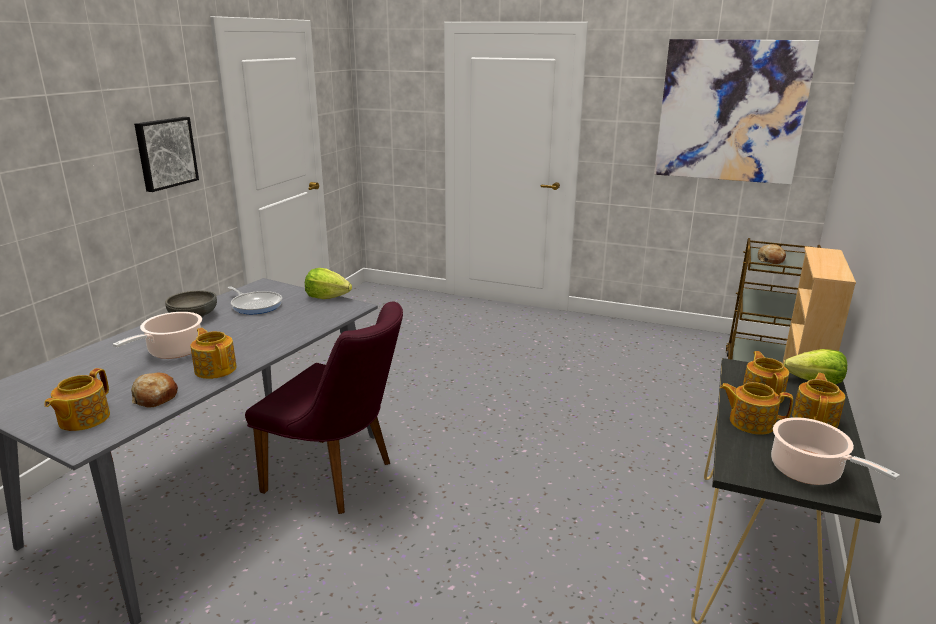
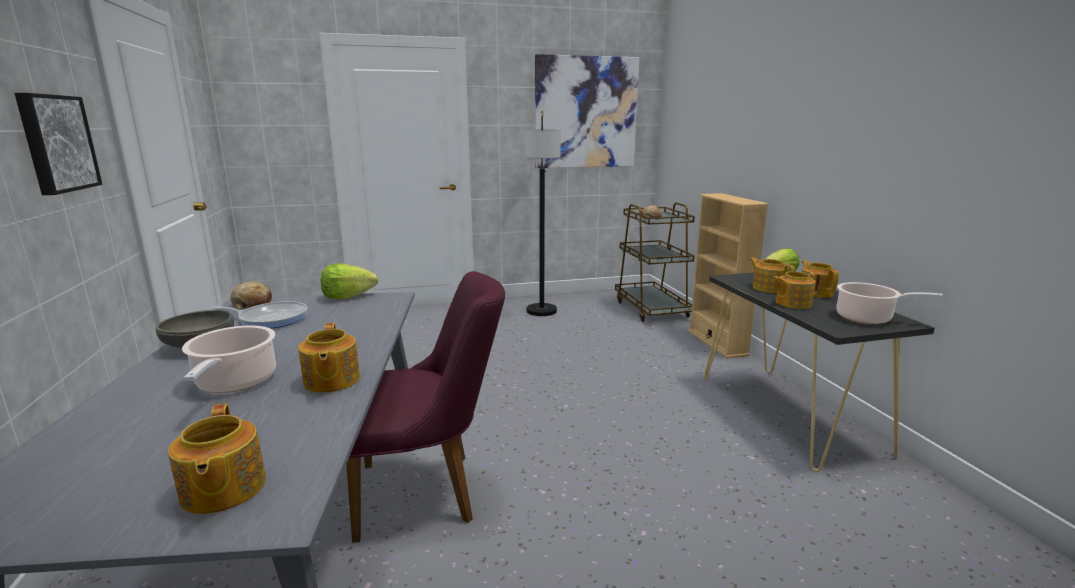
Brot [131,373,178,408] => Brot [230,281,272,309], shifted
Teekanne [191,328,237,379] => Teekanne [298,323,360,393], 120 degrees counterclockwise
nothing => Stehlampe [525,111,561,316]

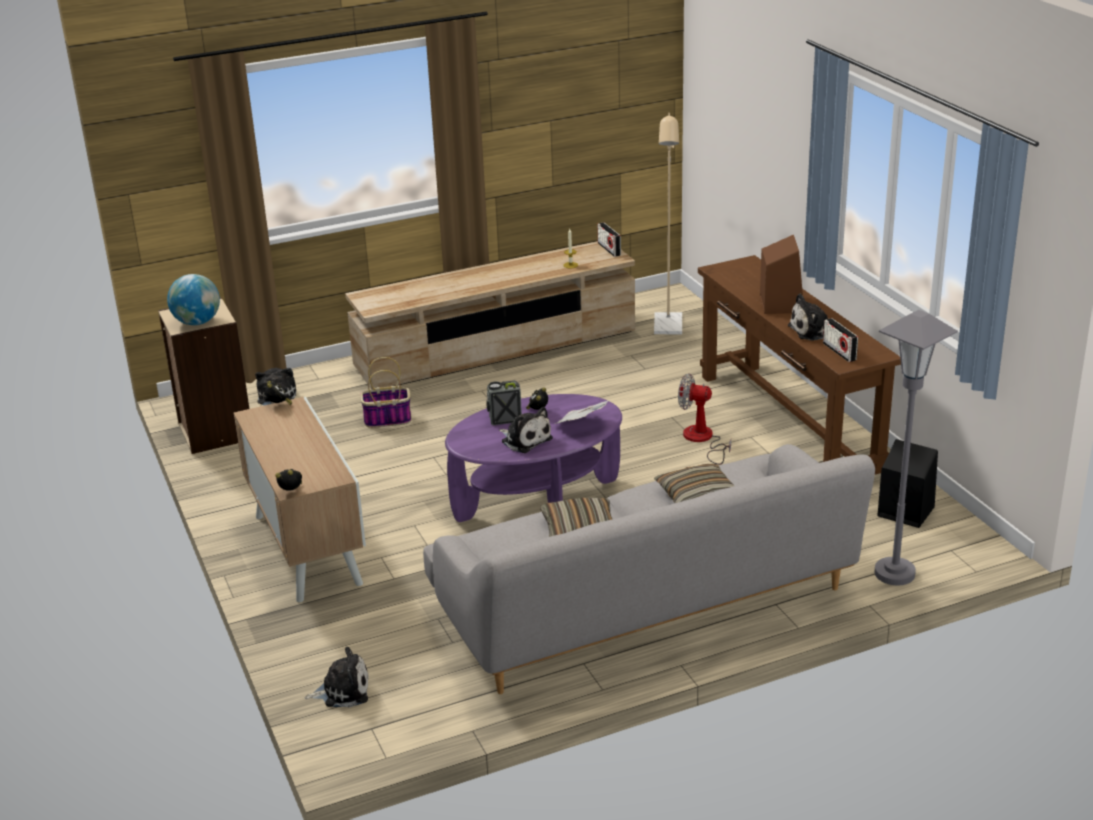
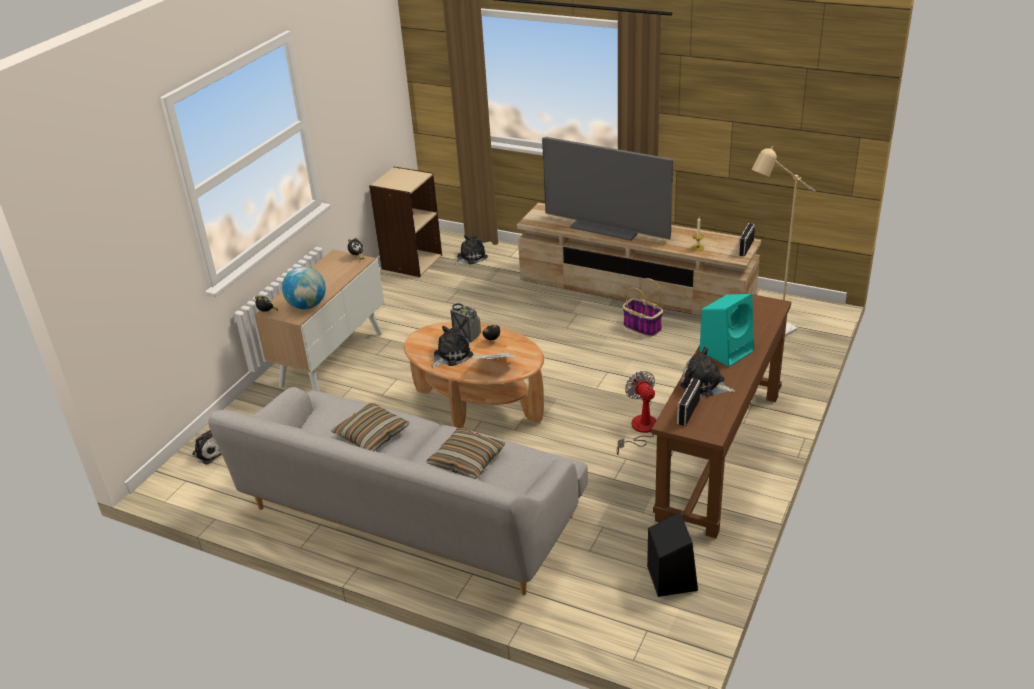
Globus [167,274,220,325] => Globus [282,267,326,309], shifted
Korb [360,357,411,428] => Korb [623,278,663,337], shifted
Couchtisch/lila [445,394,622,522] => Couchtisch/braun [404,322,544,428]
Plüschtier [499,407,553,453] => Plüschtier [431,326,473,368], 135 degrees counterclockwise
Lautsprecher/braun [760,235,803,314] => Lautsprecher/türkis [700,294,754,367]
Stehlampe/grau [875,310,958,585] => nothing
nothing => Fernseher [542,137,674,241]

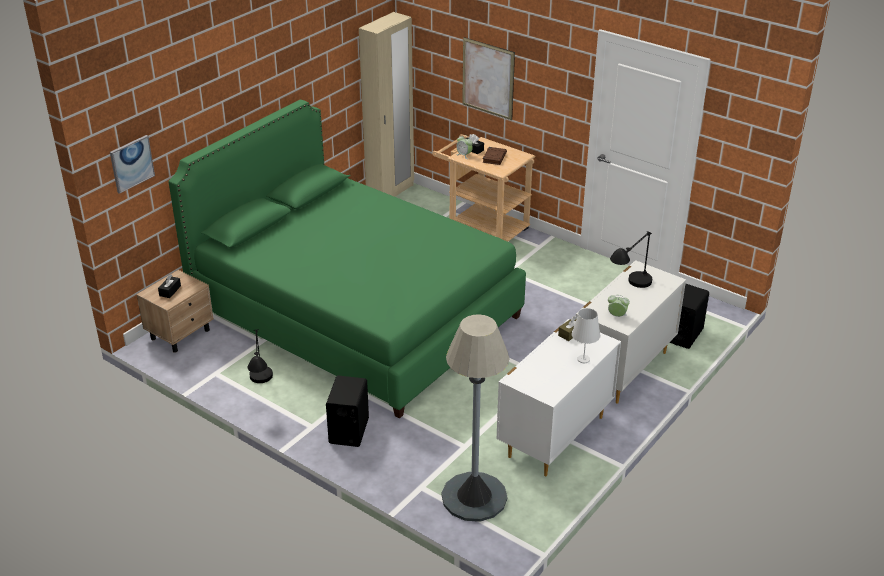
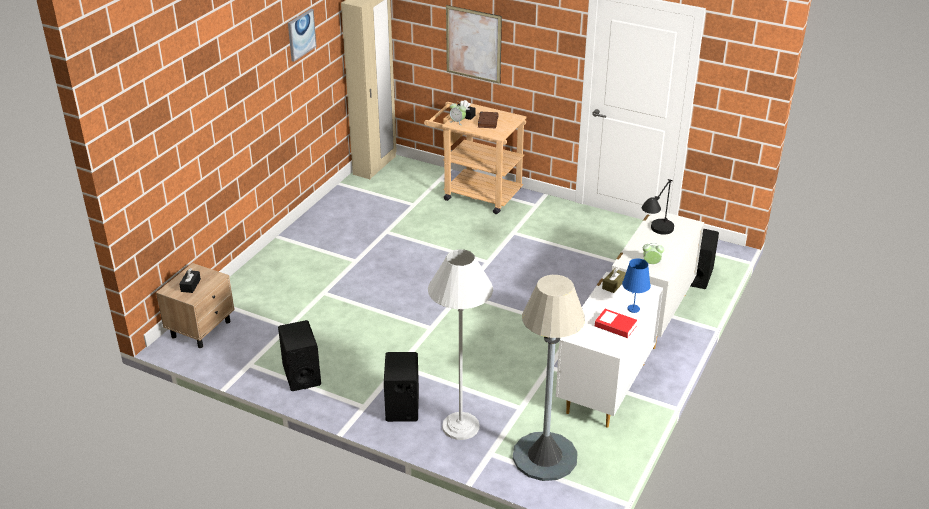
Bild [110,135,155,194] => Bild [288,9,317,62], shifted
Bett/grün [169,100,526,419] => nothing
Tischlampe/schwarz [248,329,273,383] => Lautsprecher/schwarz [278,320,321,391]
Tischlampe/weiß [572,308,600,363] => Tischlampe/blau [622,258,651,313]
nothing => Stehlampe/weiß [428,249,493,440]
nothing => Buch [595,309,637,338]

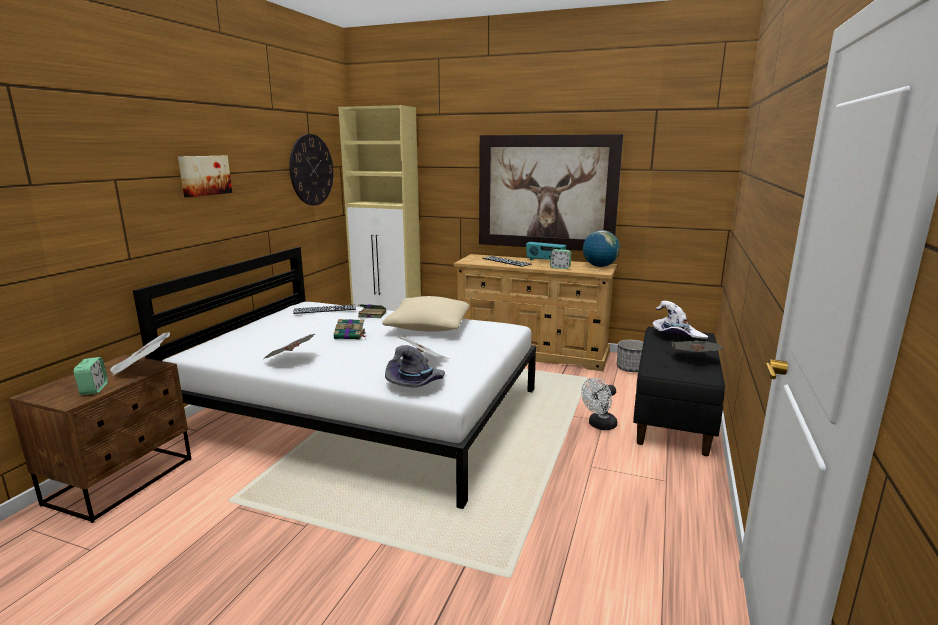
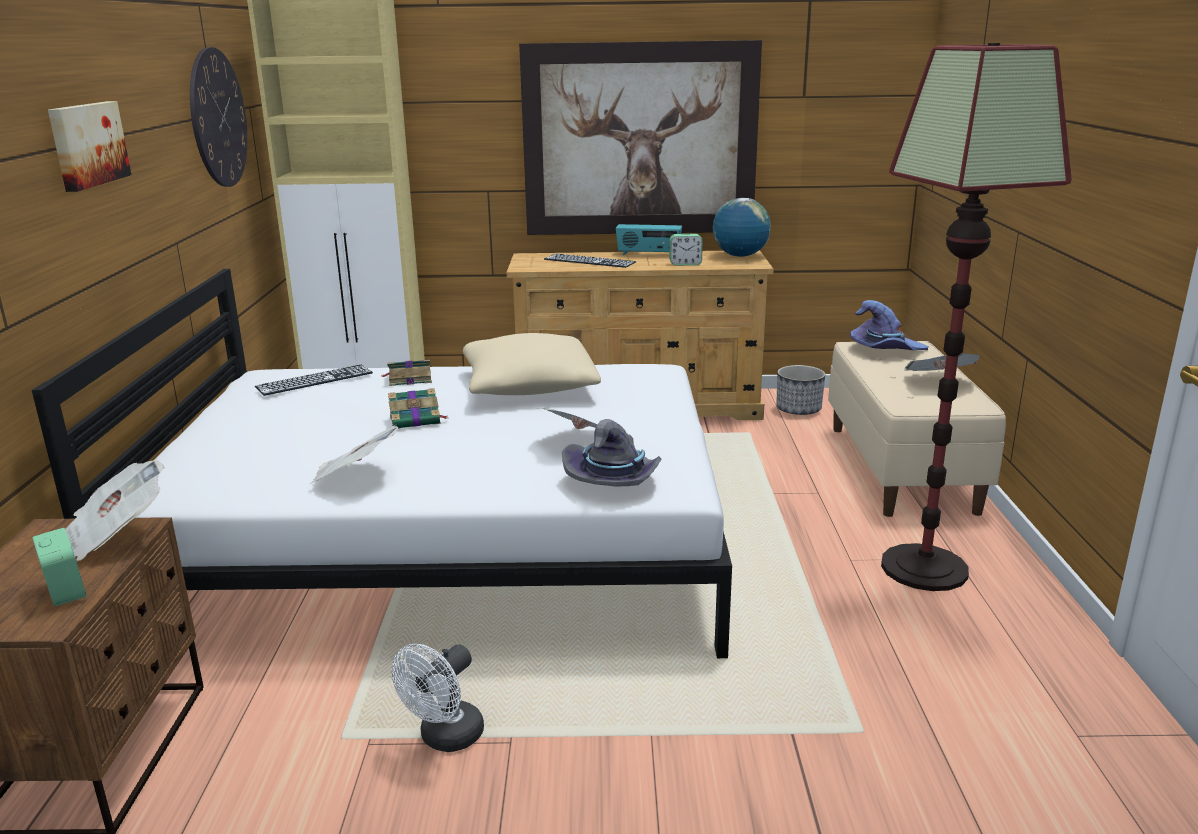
Ventilator/weiß [581,378,617,430] => Ventilator/weiß [391,644,484,752], shifted
Bank/schwarz [633,327,725,456] => Bank/beige [828,341,1006,517]
Hut/weiß [653,301,708,339] => Hut/lila [850,300,928,350]
nothing => Stehlampe [881,43,1072,591]

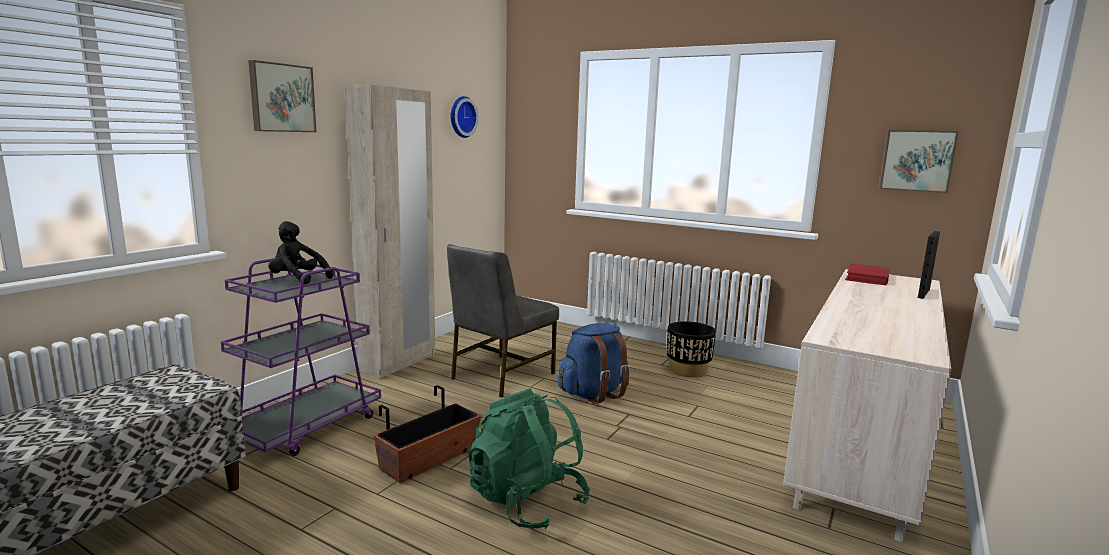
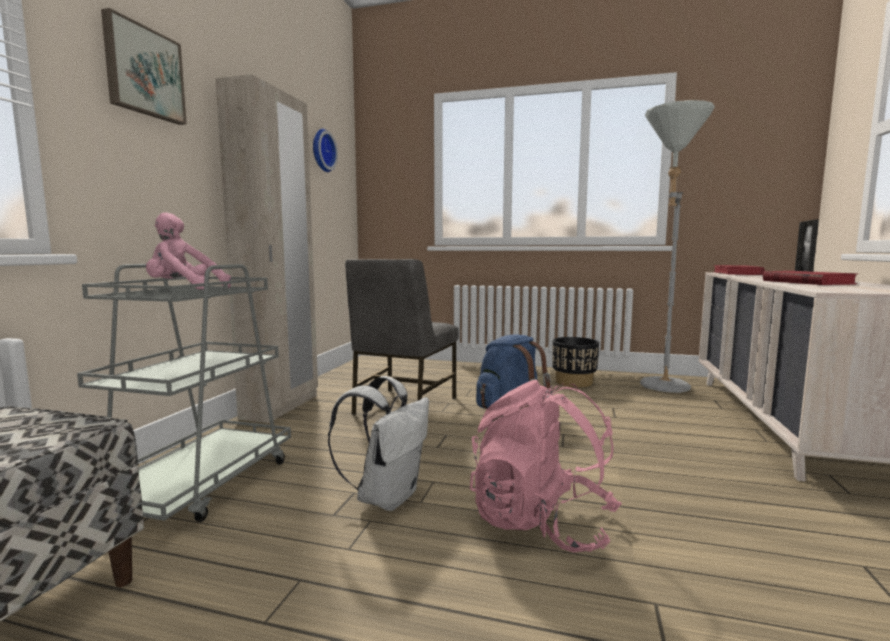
Rollwagen/lila [221,258,381,456] => Rollwagen/grau [77,264,291,522]
Plüschtier/schwarz [268,221,333,285] => Plüschtier/rosa [146,212,231,290]
Pflanzkübel [373,385,481,483] => Rucksack/weiß [328,376,429,511]
Rucksack/grün [468,388,590,529] => Rucksack/rosa [470,380,622,553]
Bild [880,130,958,193] => nothing
nothing => Stehlampe/grau [640,100,715,393]
nothing => Buch/rot [763,271,857,285]

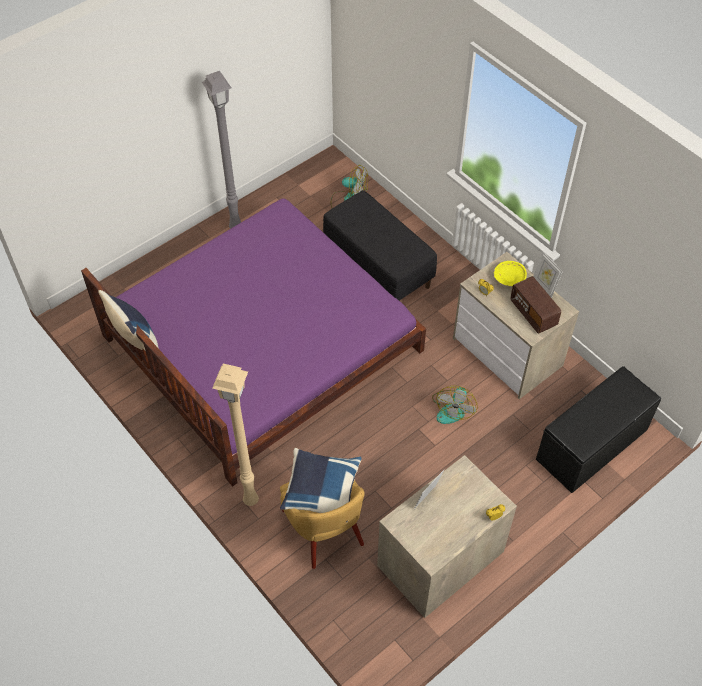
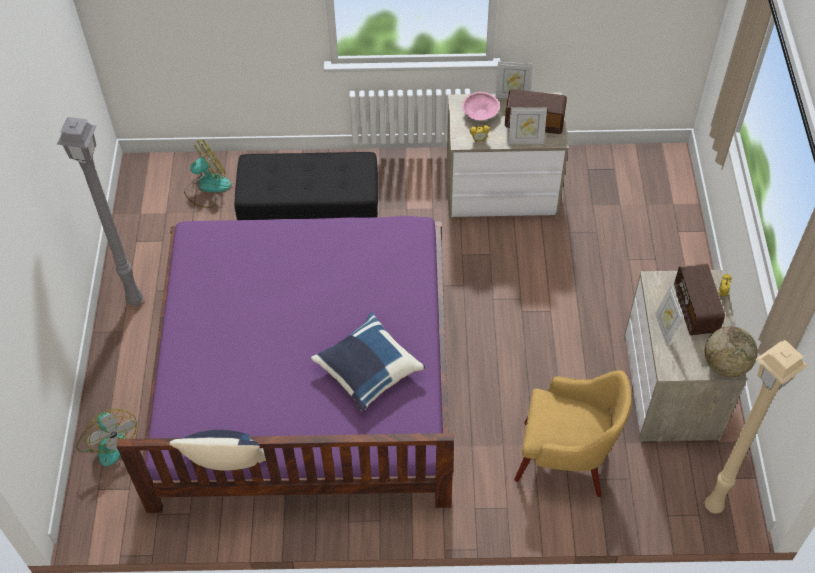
Stehlampe/beige [212,364,259,506] => Stehlampe/beige [705,340,808,513], shifted
Kissen/blau [280,448,362,523] => Kissen/blau [311,313,425,411], shifted
Ventilator [432,386,478,424] => Ventilator [77,409,137,466], shifted
Schüssel/gelb [494,261,527,286] => Schüssel/rosa [462,92,500,120]
Bank/schwarz [536,366,661,493] => nothing
nothing => Bilderrahmen [509,108,547,144]
nothing => Radio [674,264,725,335]
nothing => Globus [705,326,757,377]

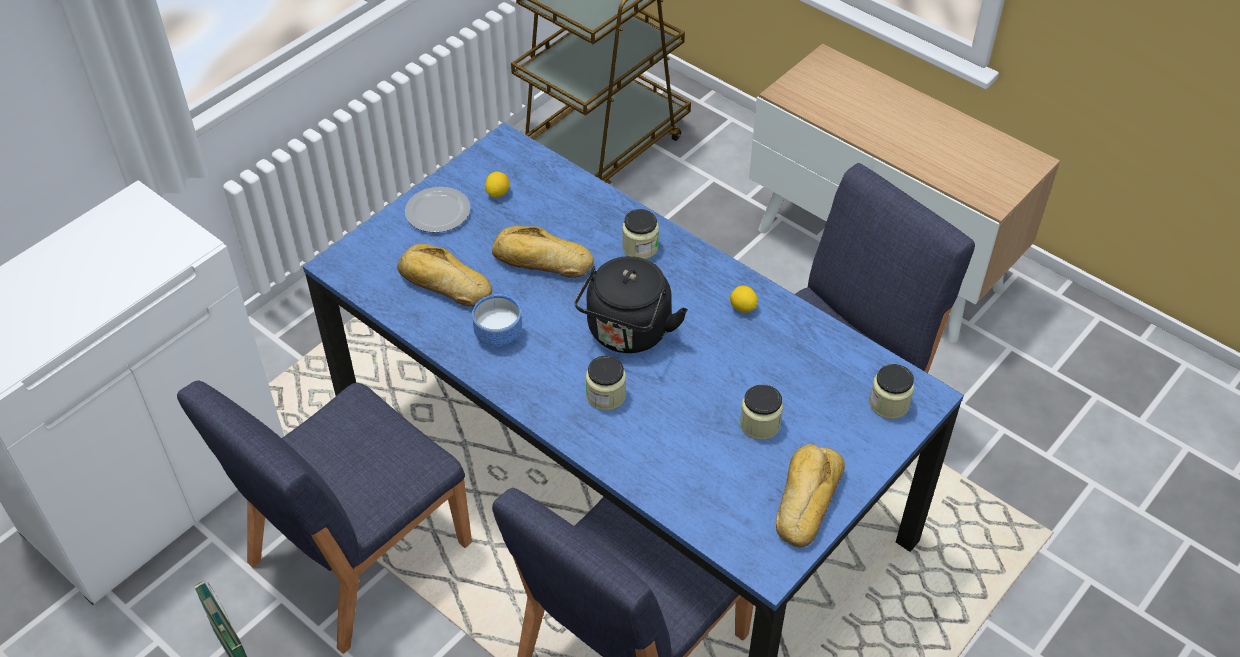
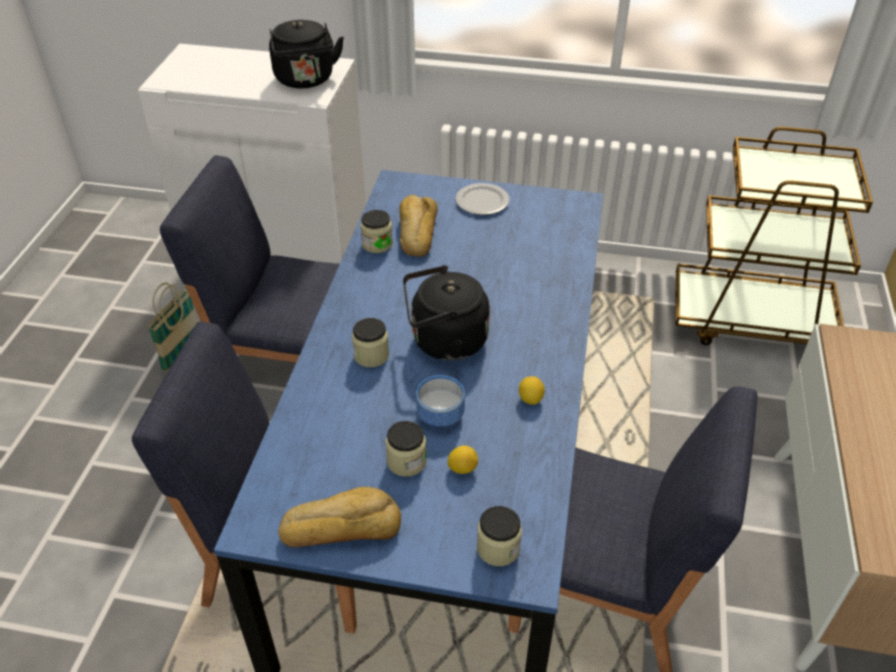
Schüssel [472,295,522,346] => Schüssel [416,375,465,427], shifted
Zitrone [485,172,510,198] => Zitrone [448,445,478,474], shifted
Brot [492,225,594,278] => nothing
Vorratsglas [622,209,659,259] => Vorratsglas [361,210,393,253], shifted
nothing => Wasserkessel/schwarz [269,20,344,88]

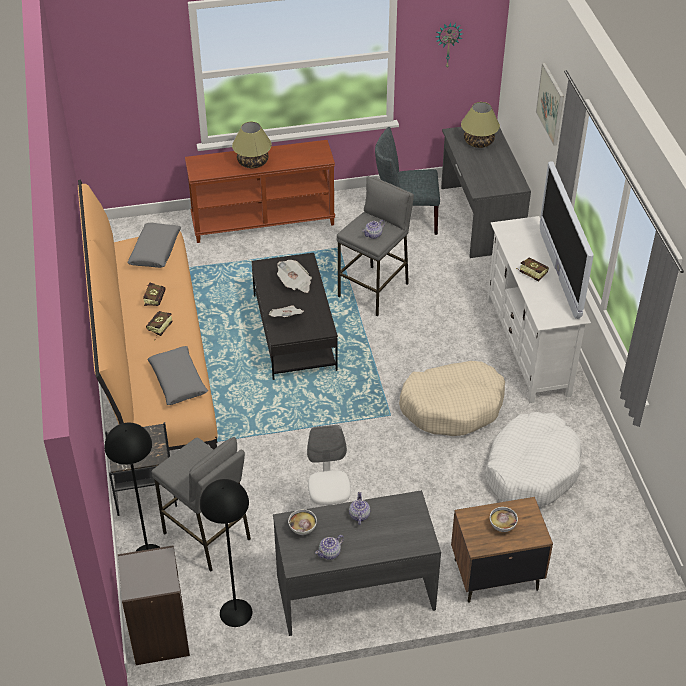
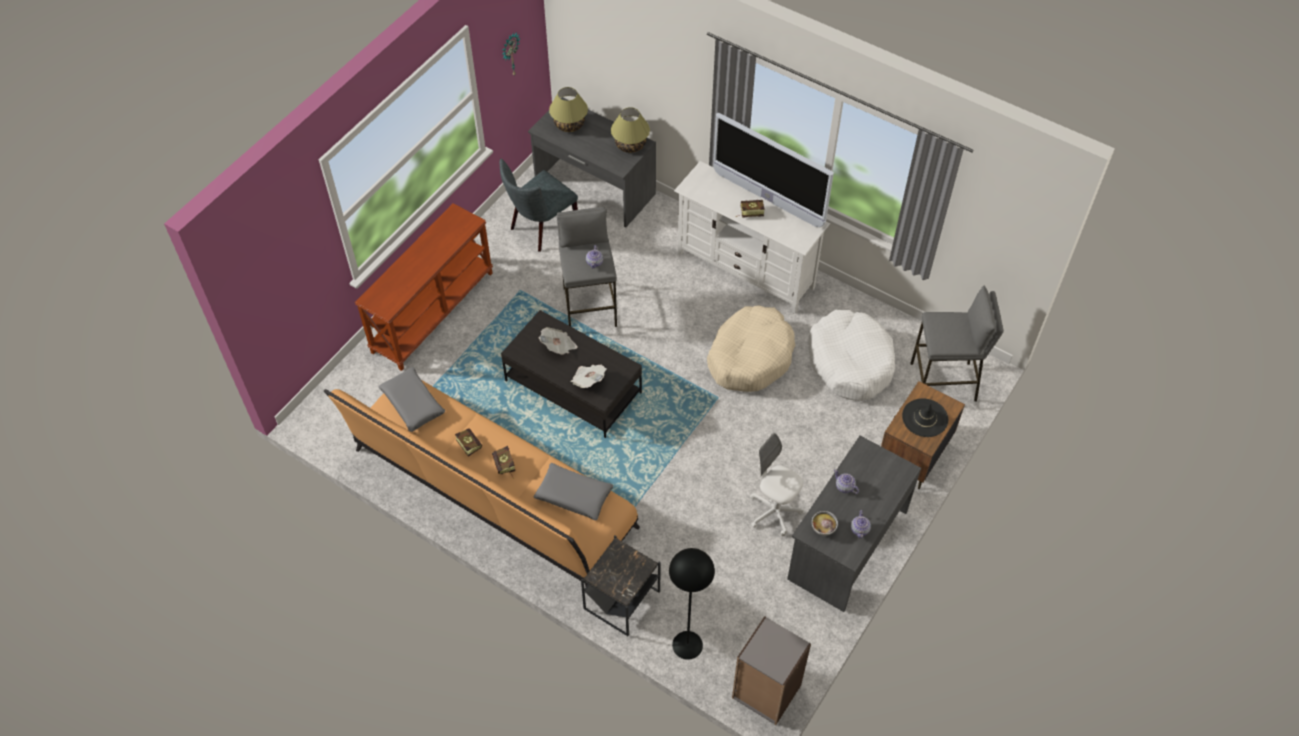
Hocker/grau [152,437,251,571] => Hocker/grau [910,286,1004,401], shifted
Stehlampe/schwarz [200,479,253,627] => nothing
Tischlampe [232,122,272,168] => Tischlampe [611,107,650,153], shifted
Schüssel [490,507,518,532] => Hut/schwarz [902,398,948,437]
Bild [536,63,564,146] => nothing

